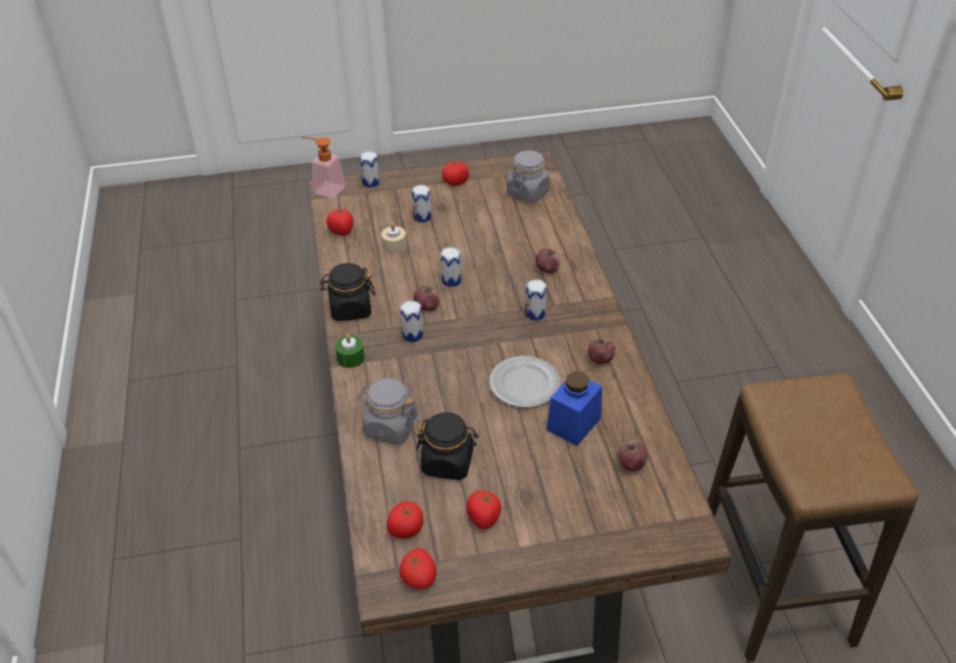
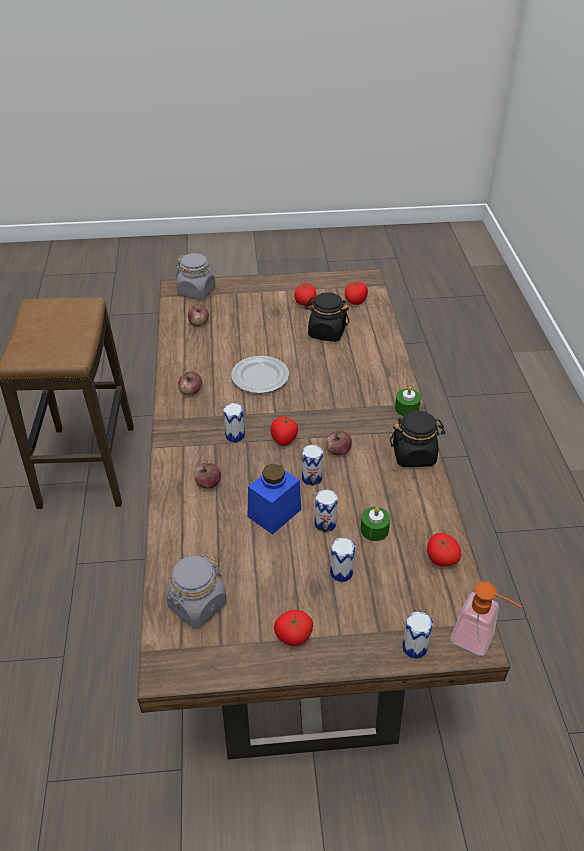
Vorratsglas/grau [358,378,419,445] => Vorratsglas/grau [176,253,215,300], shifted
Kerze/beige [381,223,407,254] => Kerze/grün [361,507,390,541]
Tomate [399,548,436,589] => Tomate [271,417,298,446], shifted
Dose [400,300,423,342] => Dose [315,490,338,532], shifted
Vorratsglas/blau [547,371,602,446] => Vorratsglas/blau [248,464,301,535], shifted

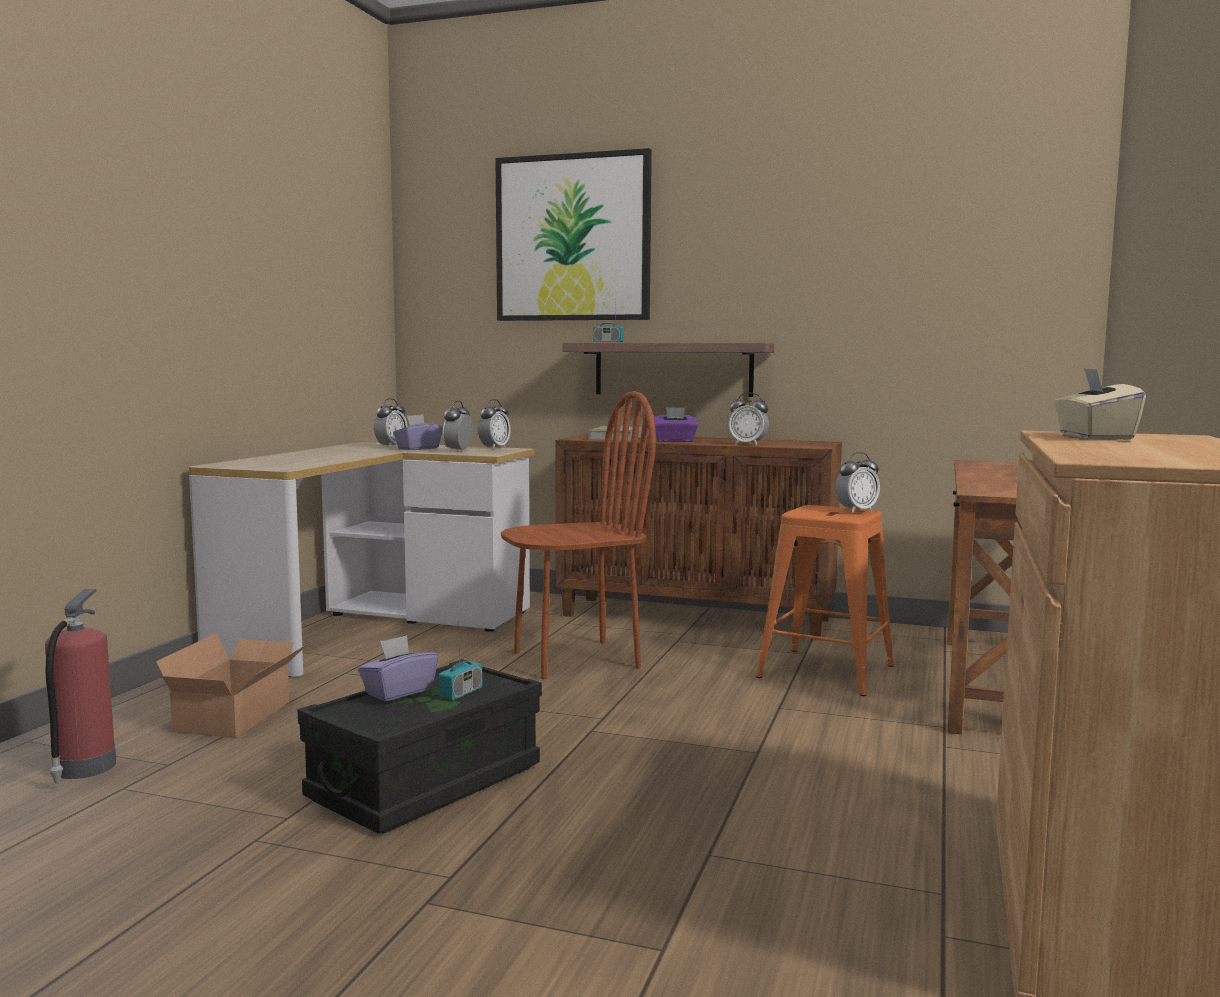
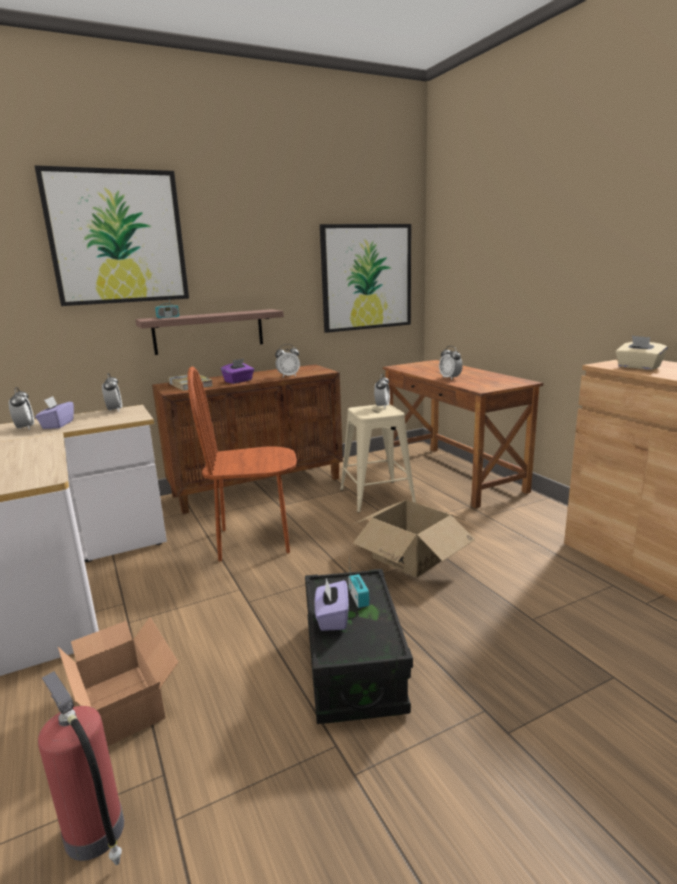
Wecker [442,401,473,452] => Wecker [439,346,463,380], shifted
Stuhl/braun [501,391,656,679] => Stuhl/braun [188,367,297,562], 120 degrees counterclockwise
Hocker/orange [756,505,894,696] => Hocker/beige [340,404,416,513]
nothing => Bild [320,224,411,333]
nothing => Karton [353,500,475,577]

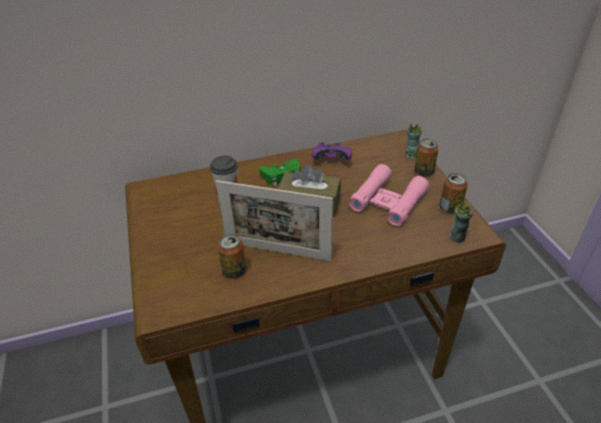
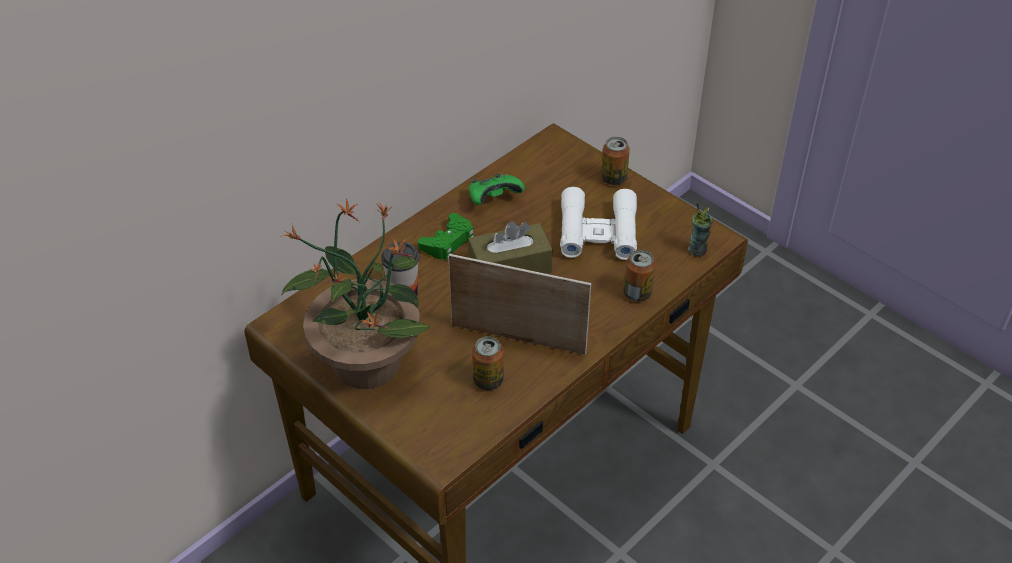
Bilderrahmen [216,180,333,261] => Bilderrahmen [448,254,591,355], 150 degrees counterclockwise
Gamepad/lila [312,143,352,160] => Gamepad/grün [469,174,525,205]
Fernglas/rosa [349,164,429,226] => Fernglas/weiß [560,187,637,260]
Tasse [406,123,423,159] => nothing
Dose [440,173,468,214] => Dose [623,250,656,301], shifted
nothing => Topfpflanze [280,198,430,389]

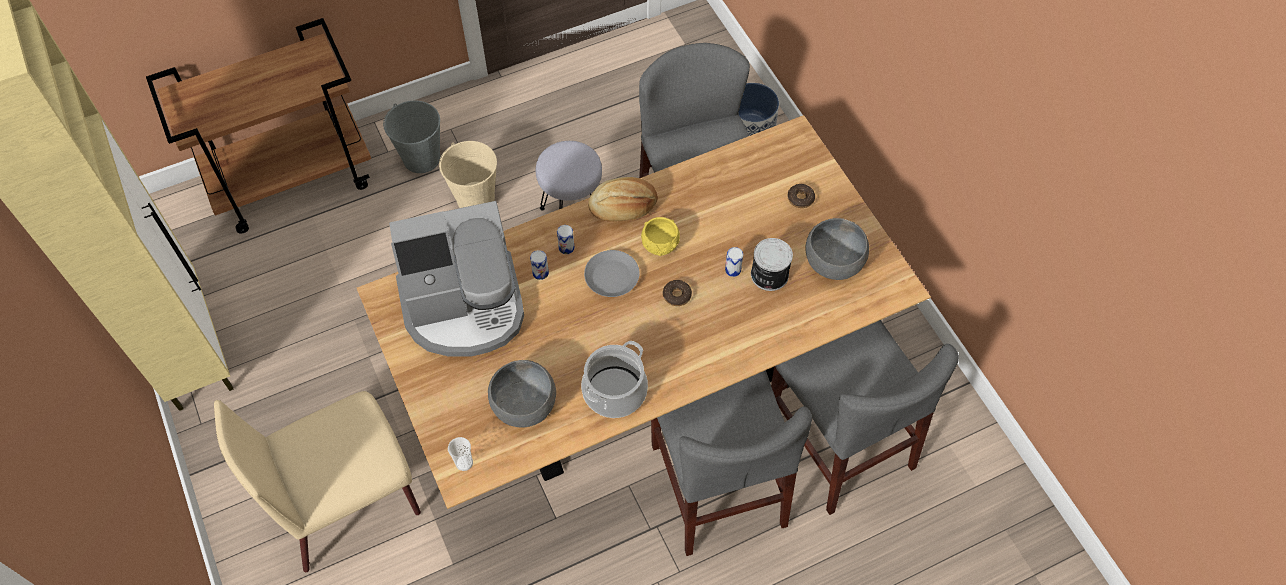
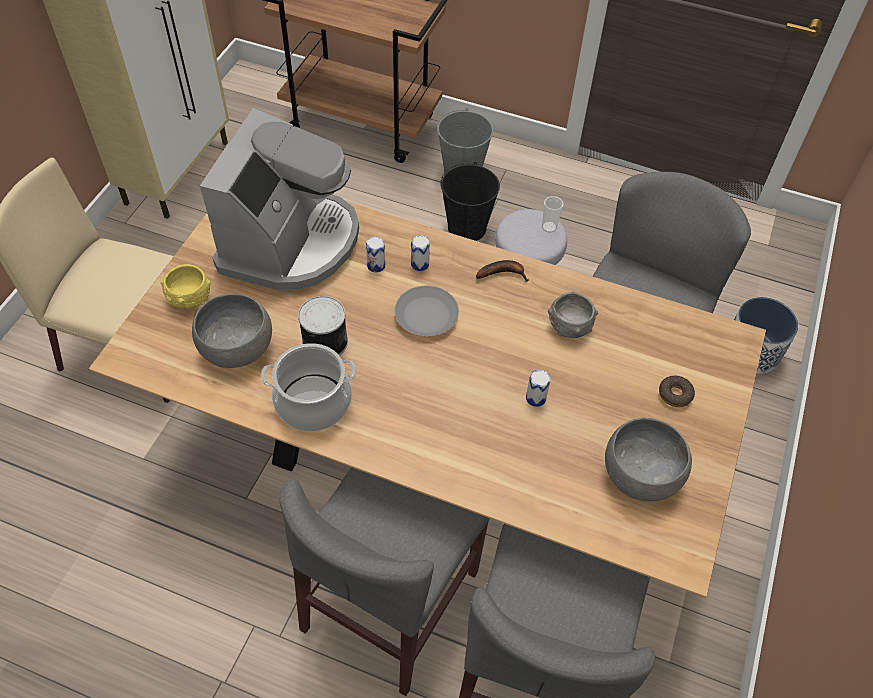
Kaffeemaschine [389,201,524,357] => Kaffeemaschine [200,108,359,291], 105 degrees counterclockwise
Eimer/beige [439,141,497,208] => Eimer/schwarz [441,162,500,241]
Tasse [448,437,473,471] => Tasse [542,196,564,233], shifted
Brot [588,177,658,222] => Banane [476,260,529,282]
Schüssel/gelb [641,217,680,256] => Schüssel/gelb [160,264,211,309], shifted
Donut [663,280,692,306] => nothing
Dose [751,238,793,291] => Dose [298,296,348,356], shifted
nothing => Schüssel/grau [548,292,598,338]

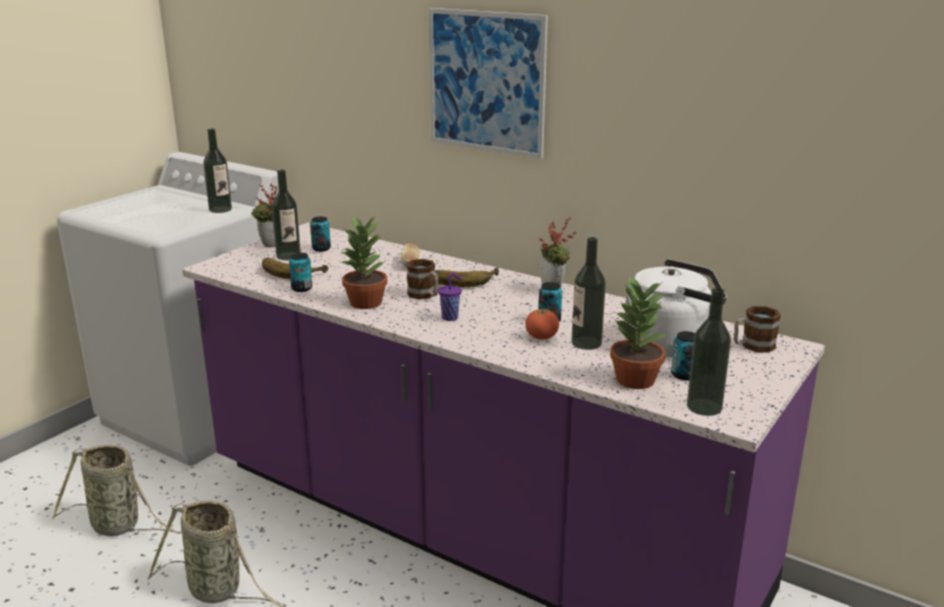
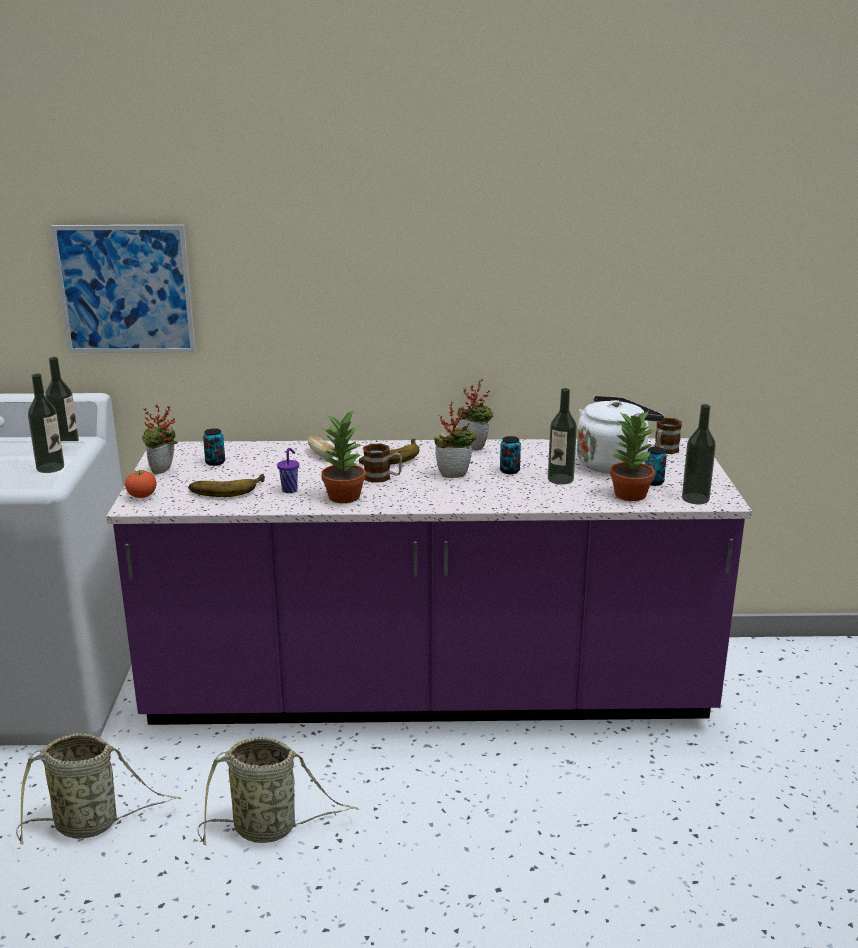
Flasche [272,169,301,260] => Flasche [28,373,64,473], shifted
Dose [289,253,312,292] => nothing
Bild [429,8,548,159] => Bild [51,225,196,353], shifted
Tasse/lila [438,273,462,321] => Tasse/lila [277,448,299,493], shifted
Tomate [525,308,559,340] => Tomate [125,470,156,498], shifted
nothing => Topfpflanze [434,402,477,478]

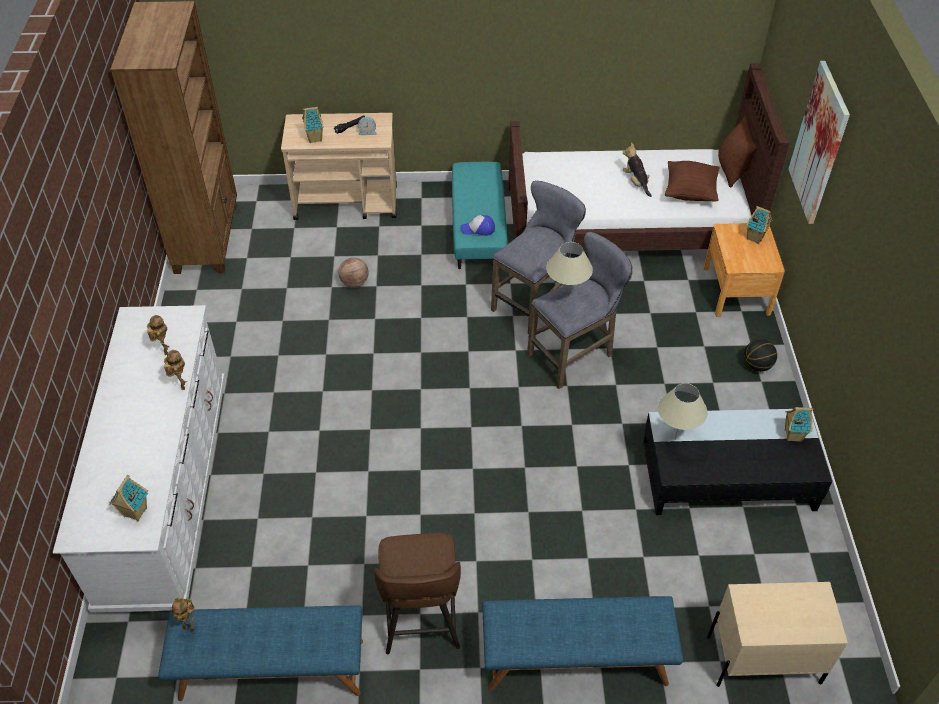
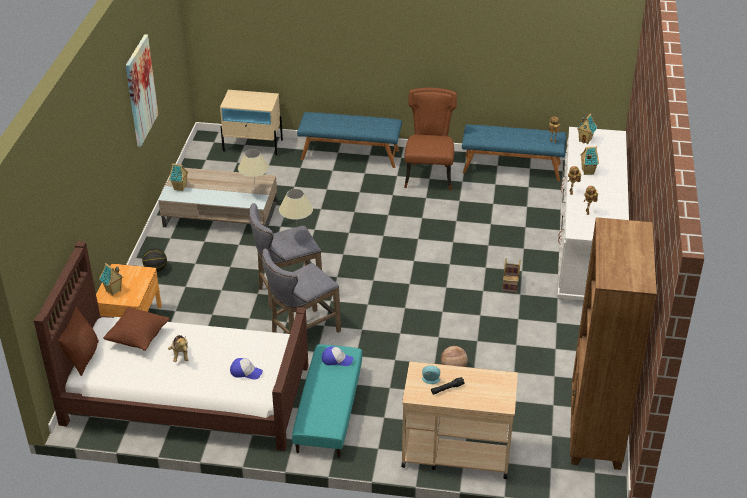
Spielzeughaus [302,105,324,143] => Spielzeughaus [581,147,599,175], shifted
Hocker/braun [374,533,461,654] => Stuhl/braun [404,88,457,191]
Couchtisch/schwarz [643,409,832,515] => Couchtisch/beige [158,168,277,228]
Bild [788,61,850,224] => Bild [126,34,158,147], shifted
nothing => Kappe [230,358,263,380]
nothing => Korb [502,258,521,293]

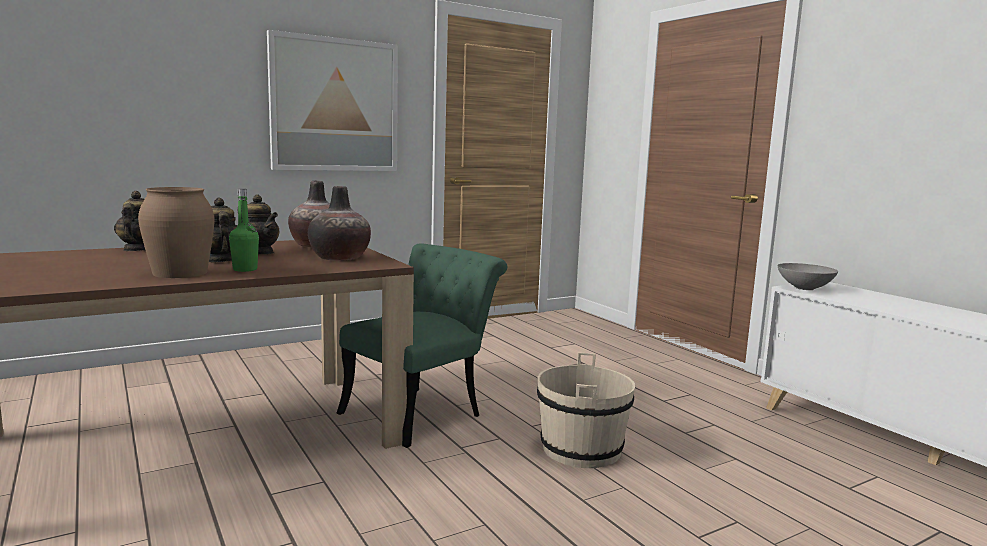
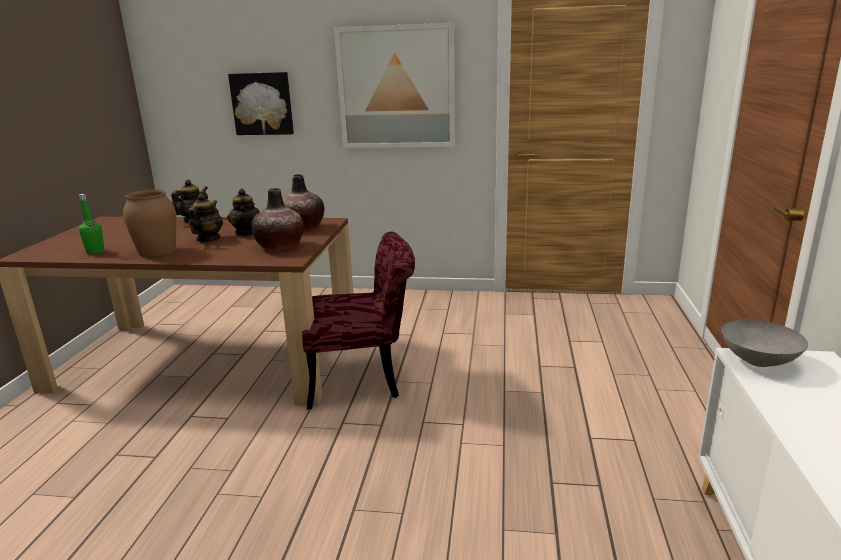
Flasche/grün [229,189,259,272] => Flasche/grün [78,194,105,254], shifted
Stuhl/grün [337,243,507,448] => Stuhl/rot [302,231,415,410]
Eimer/beige [537,353,635,468] => nothing
nothing => Bild [228,72,294,135]

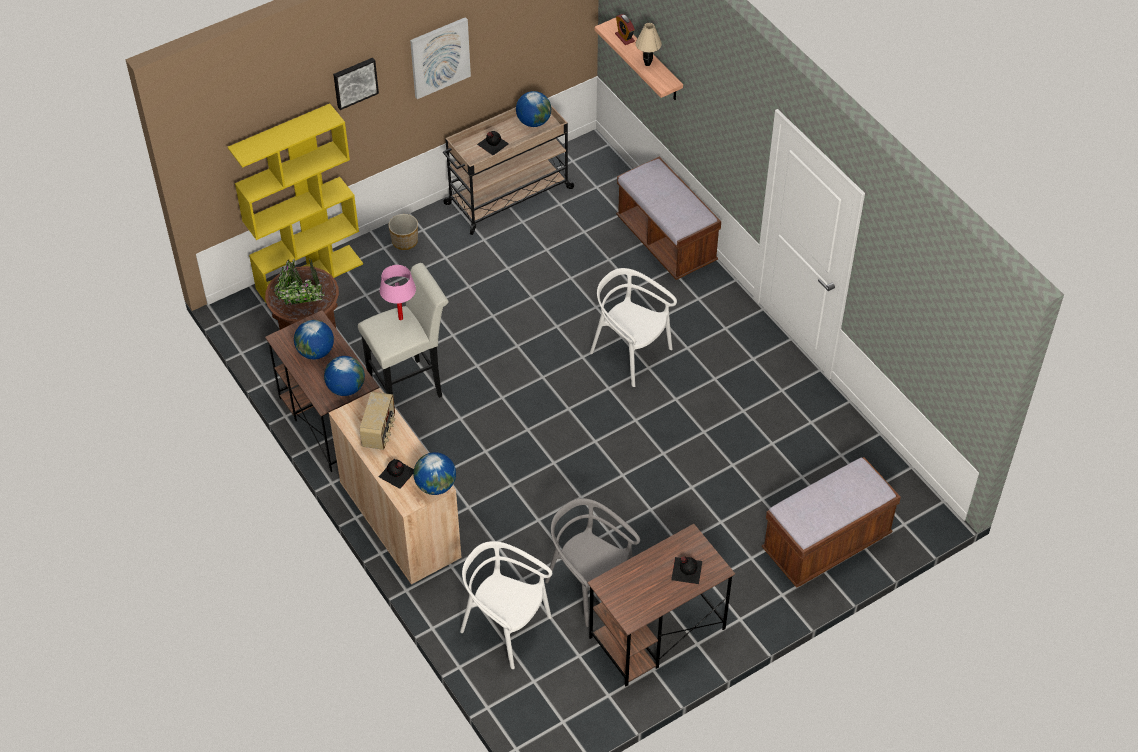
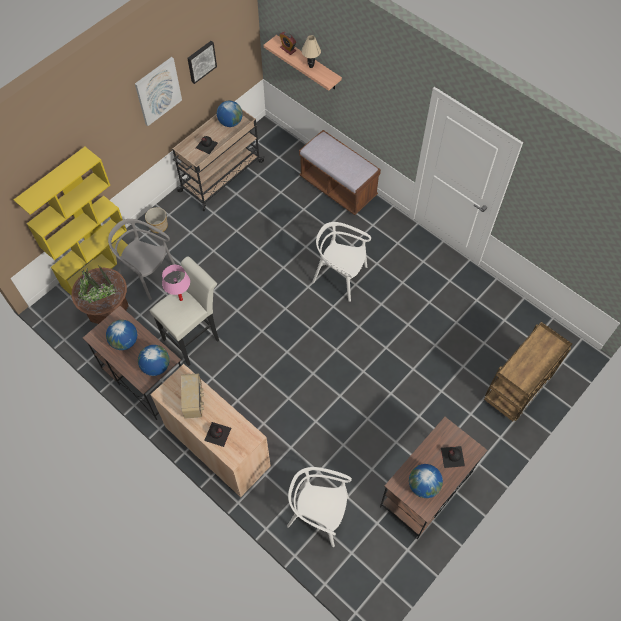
Bild [333,58,379,110] => Bild [187,41,217,84], shifted
Globus [413,452,456,495] => Globus [409,464,443,498], shifted
Stuhl/grau [545,498,640,627] => Stuhl/grau [108,219,176,300], shifted
Bank/braun [762,457,901,588] => Rollwagen/braun [484,322,572,422]

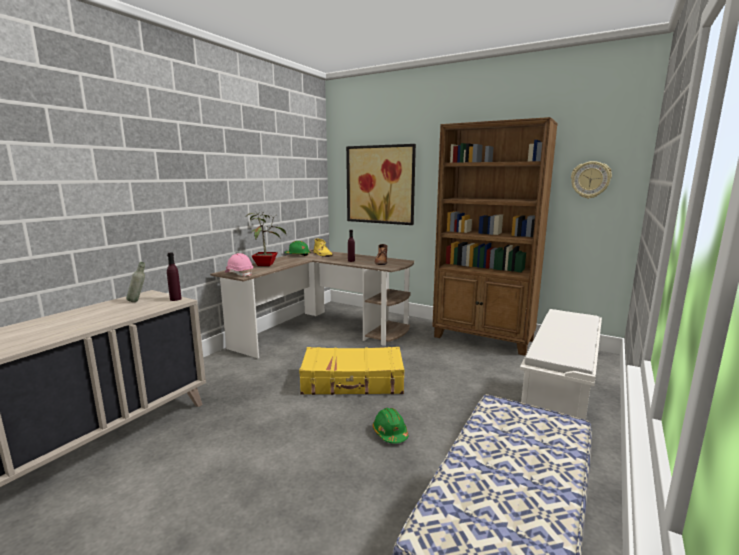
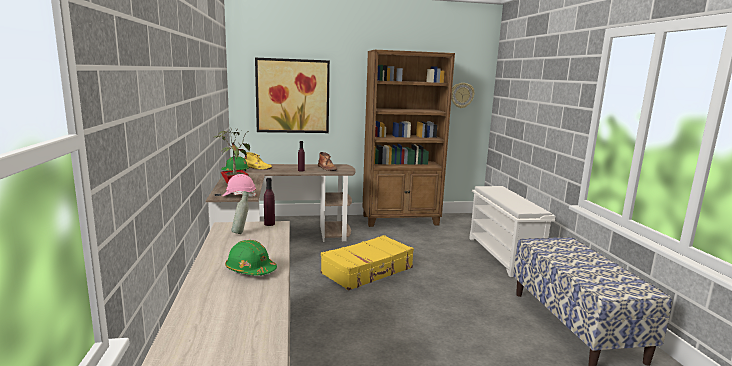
Schutzhelm/grün [373,408,408,443] => Schutzhelm/grün [225,240,277,275], shifted

